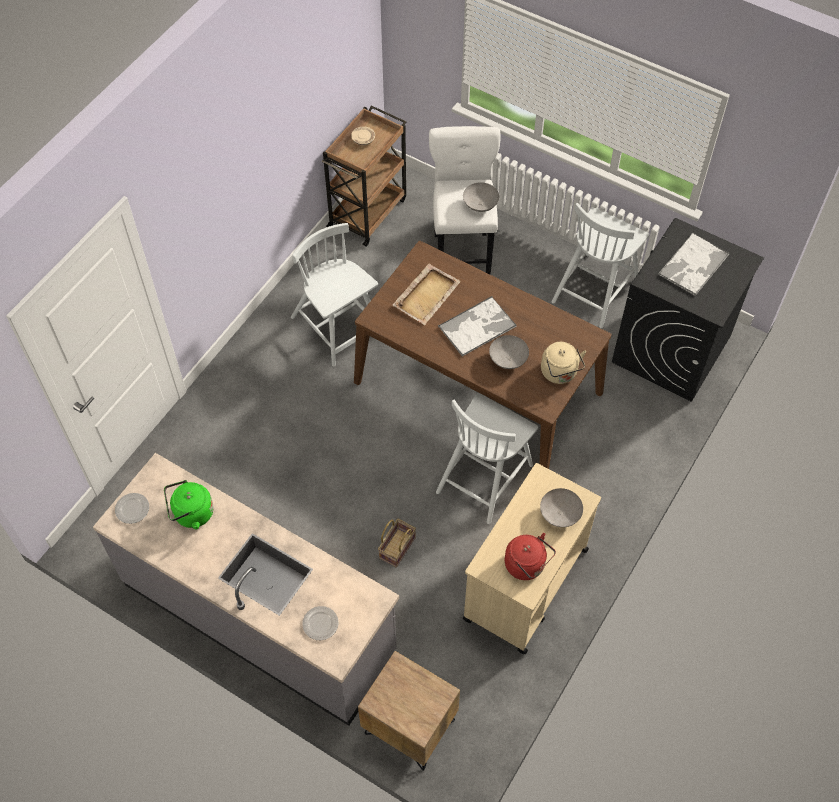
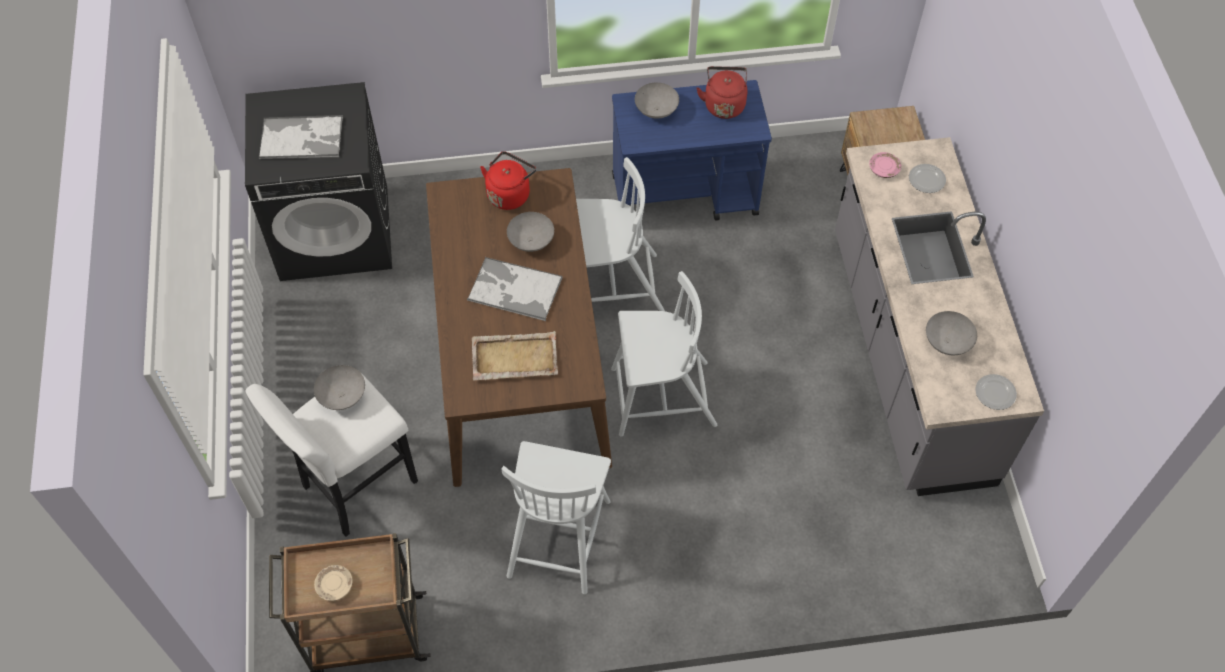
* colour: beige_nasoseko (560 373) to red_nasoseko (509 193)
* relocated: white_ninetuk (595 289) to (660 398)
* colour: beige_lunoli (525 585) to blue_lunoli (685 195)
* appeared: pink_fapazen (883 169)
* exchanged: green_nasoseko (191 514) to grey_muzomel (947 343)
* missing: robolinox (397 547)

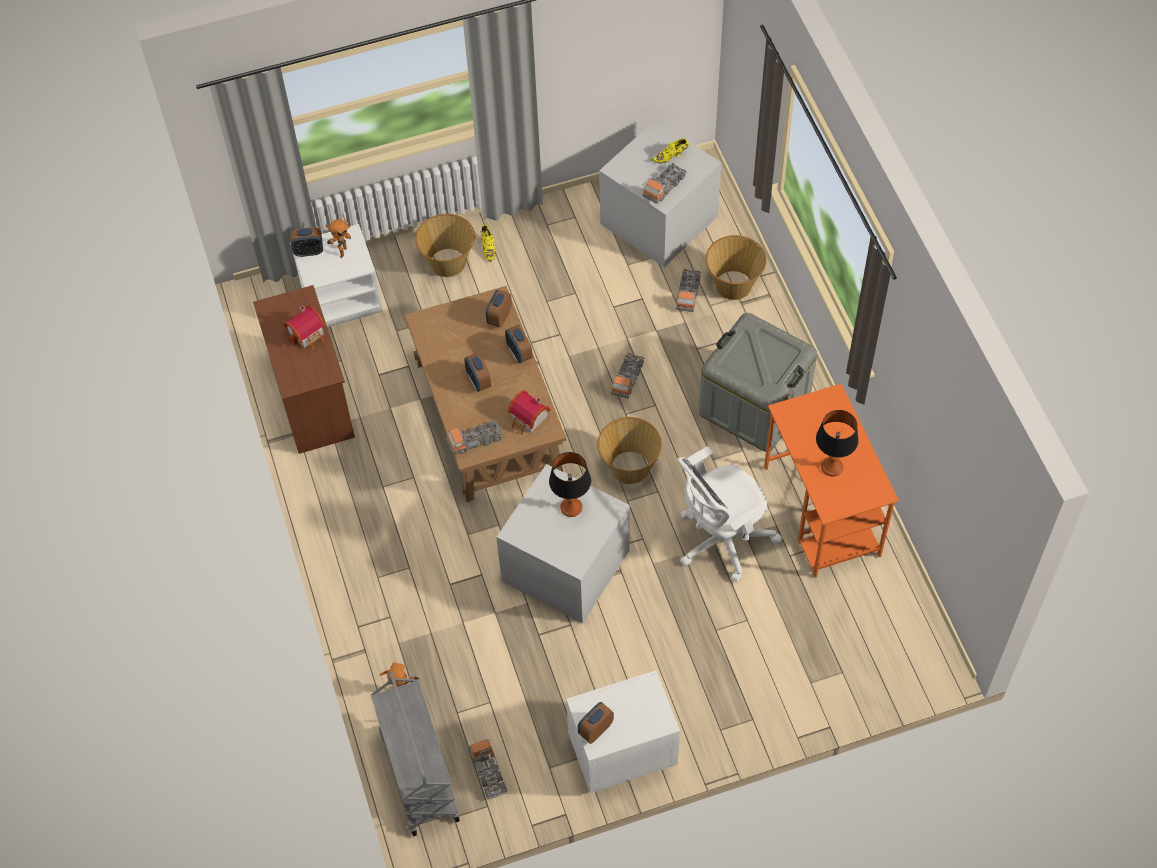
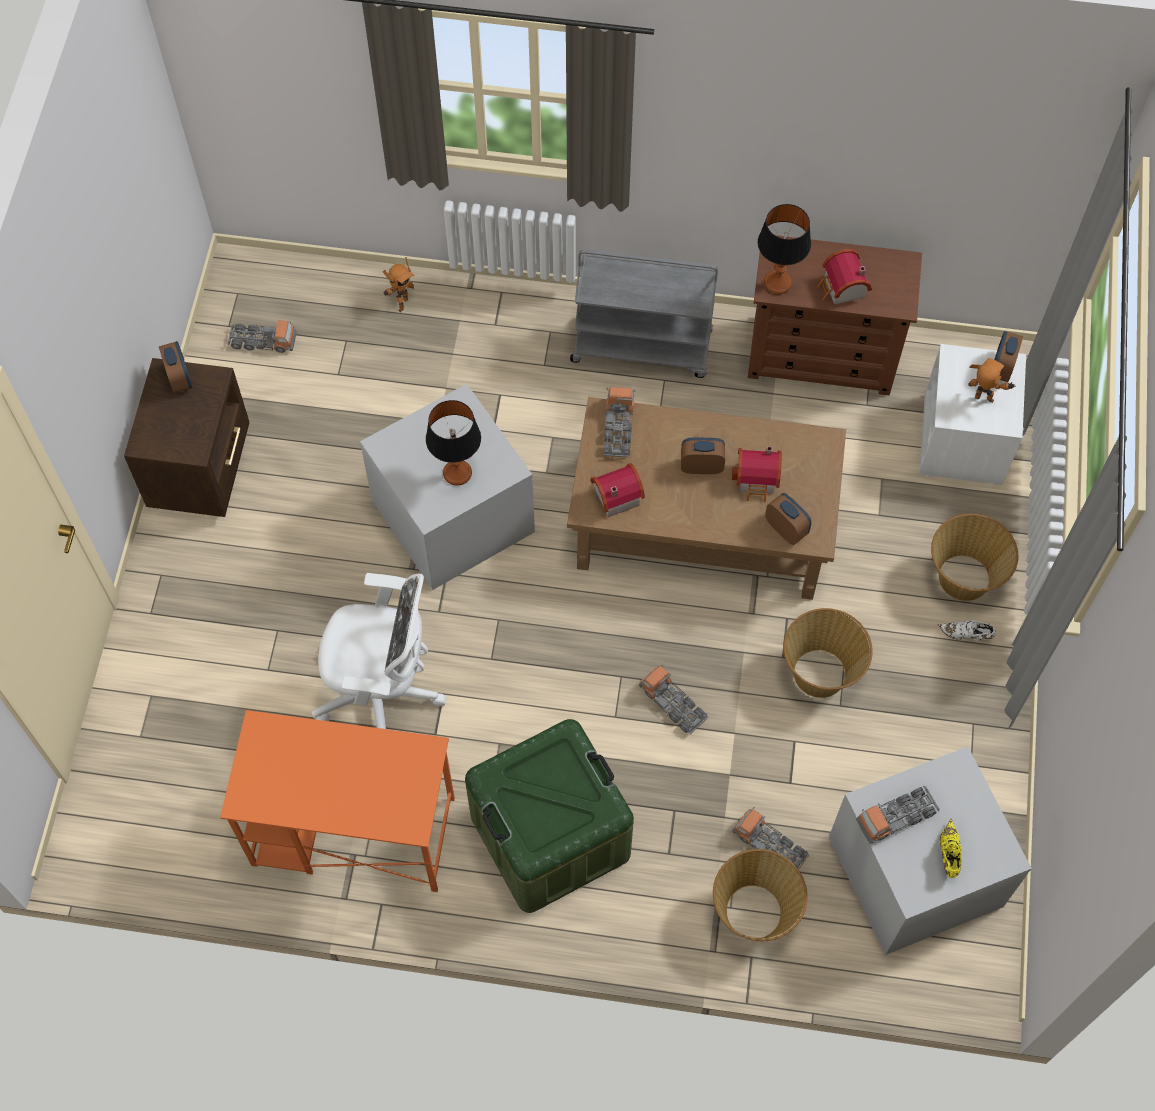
* colour: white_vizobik (620 751) to brown_vizobik (203 468)
* spun: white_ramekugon (721 541) = (383 694) 105 degrees clockwise
* colour: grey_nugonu (754 404) to green_nugonu (550 835)
* relocated: grey_lunoli (418 774) to (643 346)
* appeared: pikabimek (758 480)
* relocated: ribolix (831 467) to (777 282)
* relocated: robolinox (629 467) to (820 673)
* spun: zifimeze (664 186) = (896 817) 90 degrees counterclockwise
* colour: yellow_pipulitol (488 247) to white_pipulitol (966 635)
* spun: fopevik (341 252) = (983 401) 150 degrees clockwise
* missing: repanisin (519 353)

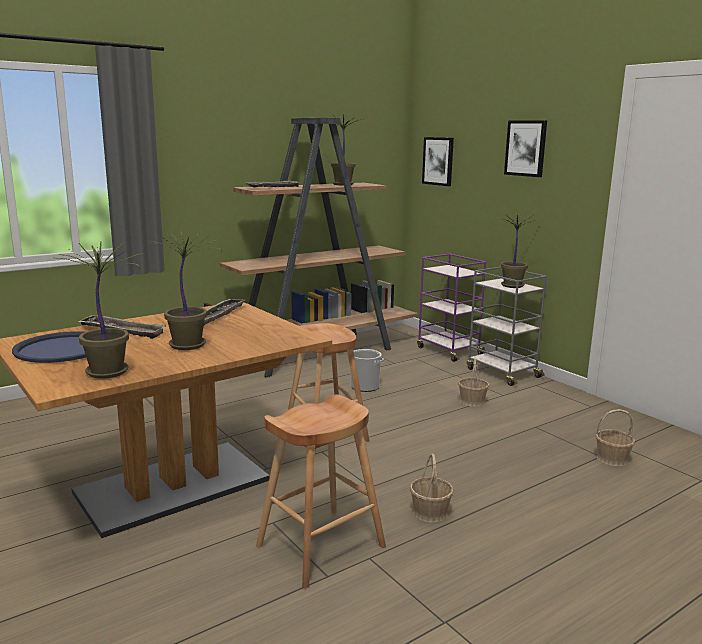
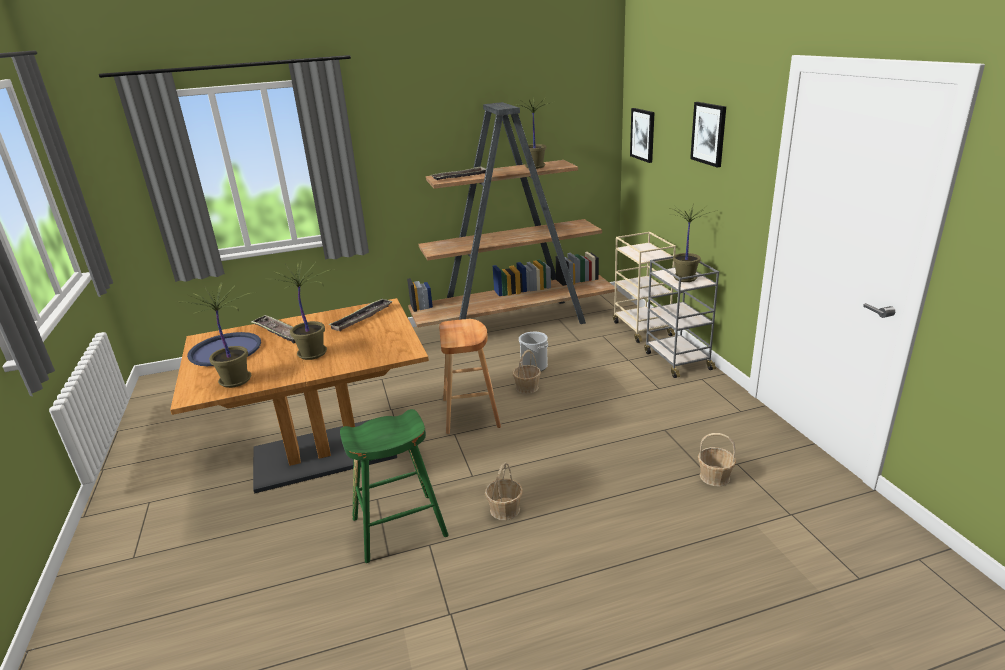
* colour: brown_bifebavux (321 546) to green_bifebavux (400 527)
* relocated: robolinox (472 401) to (527 387)
* colour: purple_lunoli (448 350) to beige_lunoli (641 328)

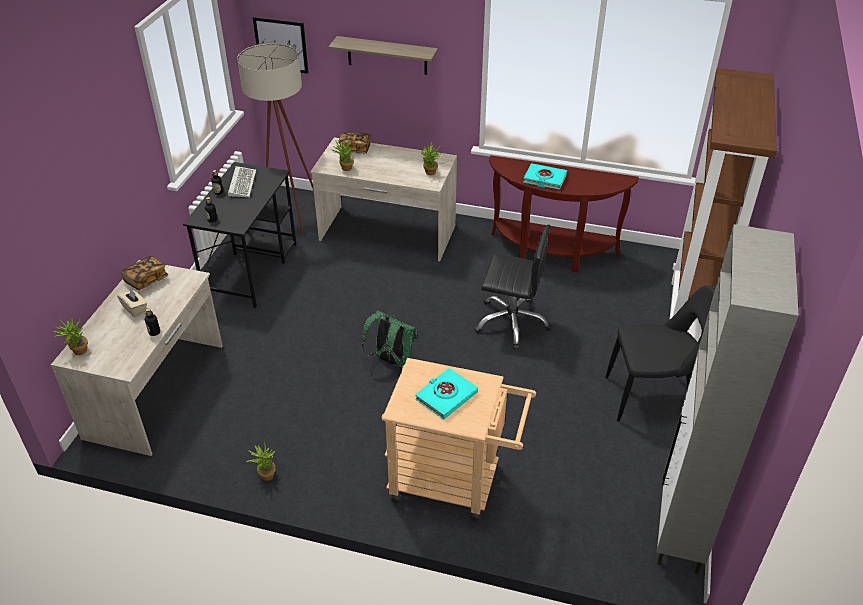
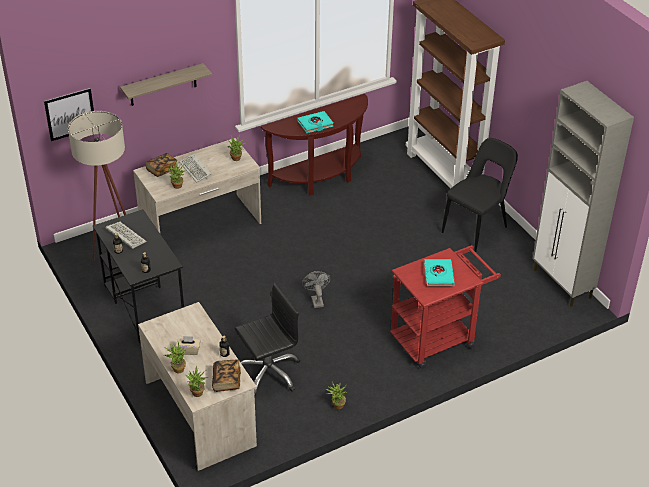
* appeared: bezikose (176 368)
* appeared: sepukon (196 170)
* relocated: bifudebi (146 280) to (226 381)
* relocated: black_ramekugon (511 322) to (268 373)
* exchanged: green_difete (391 360) to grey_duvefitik (316 300)
* colour: beige_lunoli (455 483) to red_lunoli (438 337)

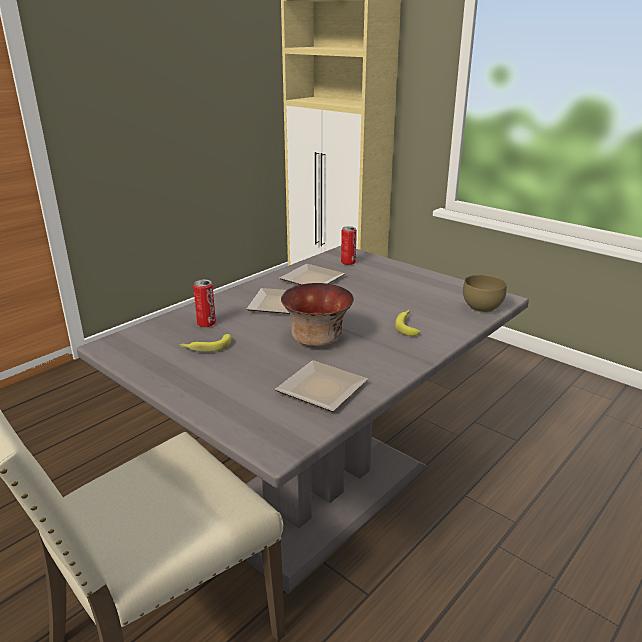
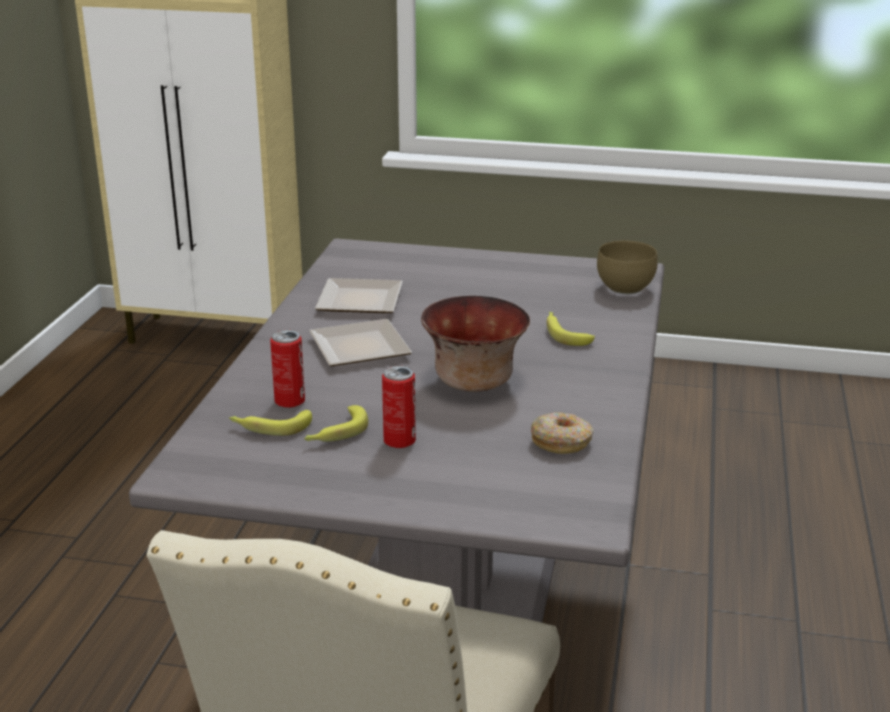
* appeared: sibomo (270 427)
* relocated: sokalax (348 262) to (399 441)
* exchanged: fapazen (322 391) to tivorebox (561 442)

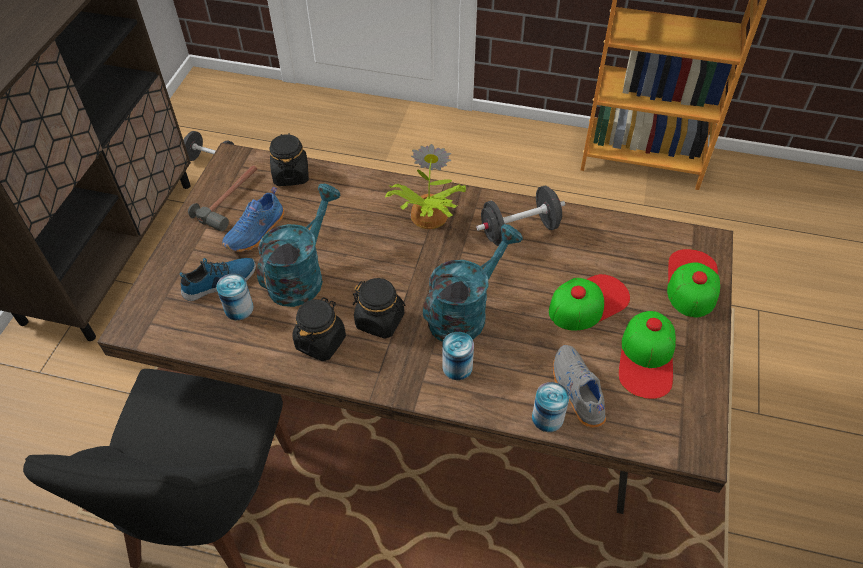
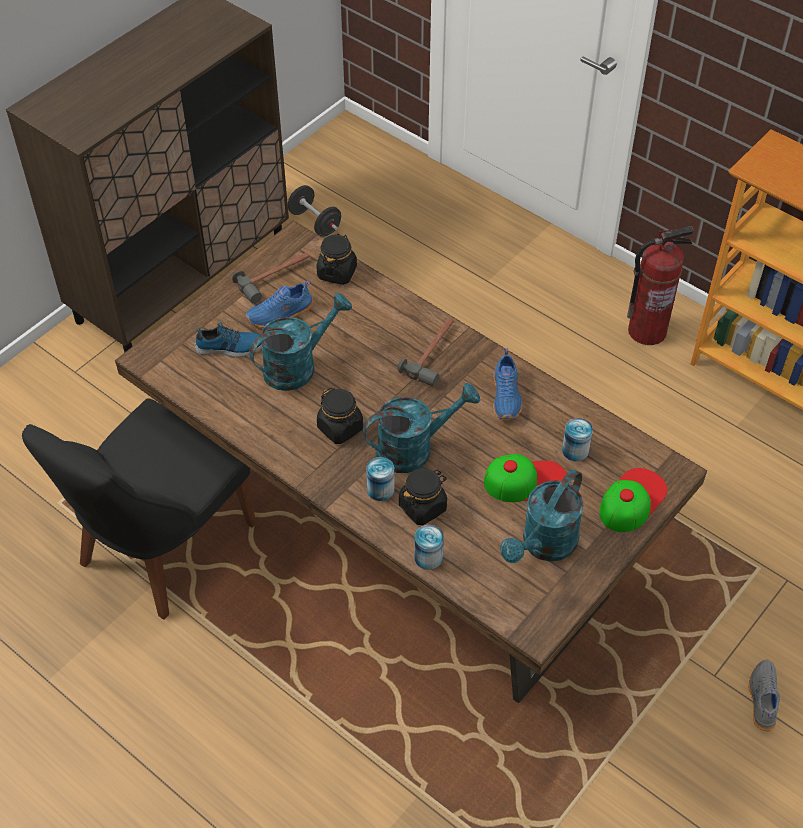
* exchanged: bezikose (427 216) to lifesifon (433 353)
* relocated: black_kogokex (320 342) to (423 507)
* exchanged: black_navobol (519 230) to blue_pipulitol (507 396)
* exchanged: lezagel (647 358) to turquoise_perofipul (544 546)
* relocated: sokalax (239 308) to (575 450)
* appeared: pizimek (647 331)
* relocated: grey_pipulitol (576 391) to (762 698)

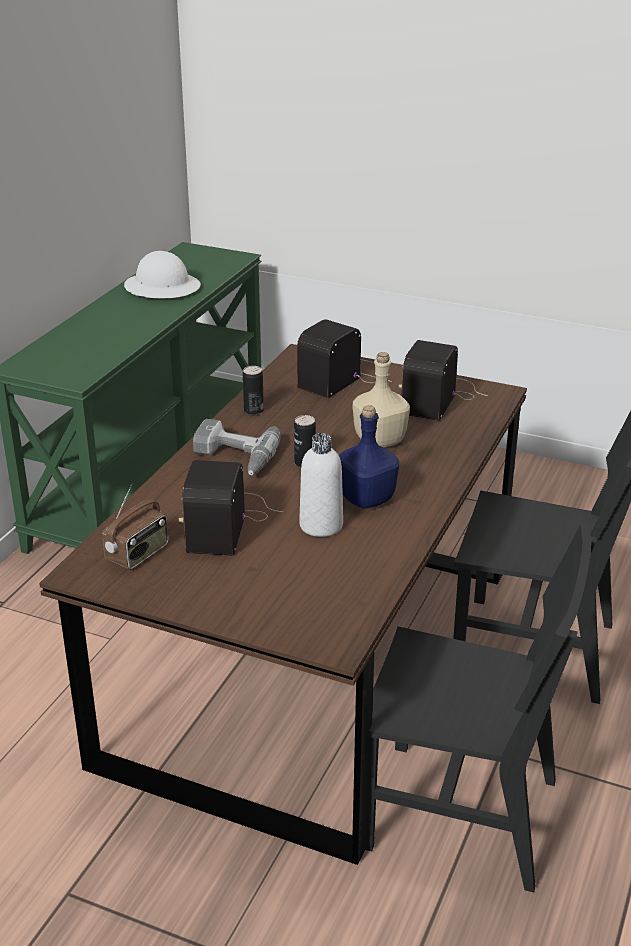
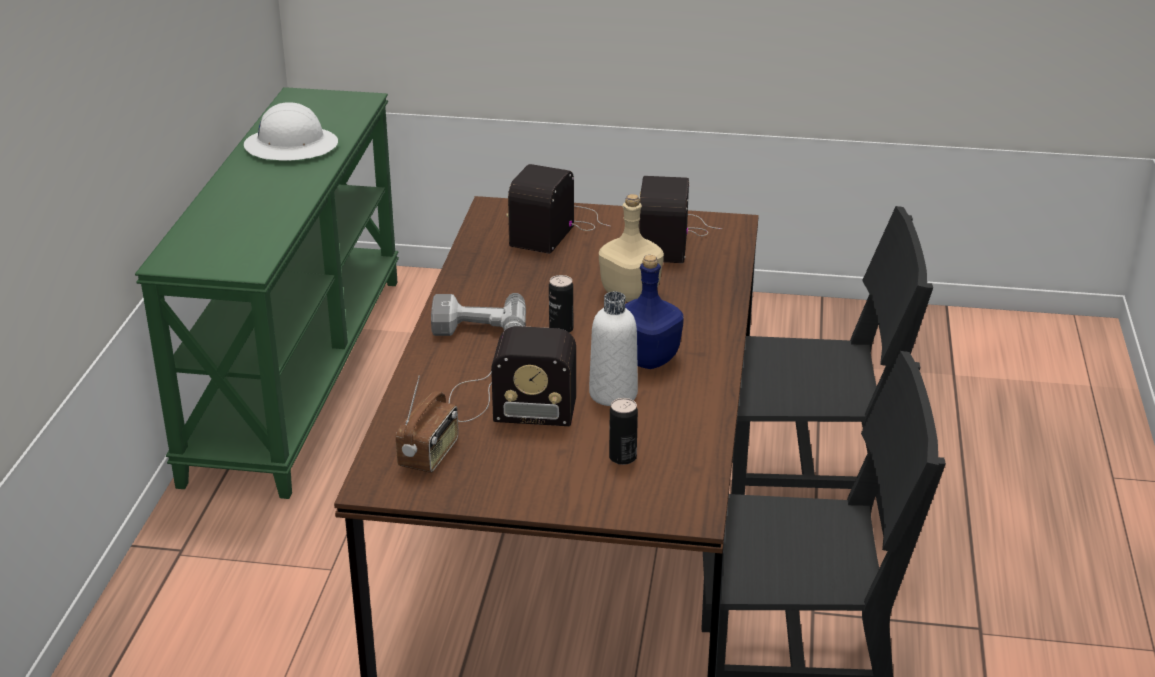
* spun: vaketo (226 520) = (507 404) 75 degrees counterclockwise
* relocated: sokalax (253 410) to (622 457)

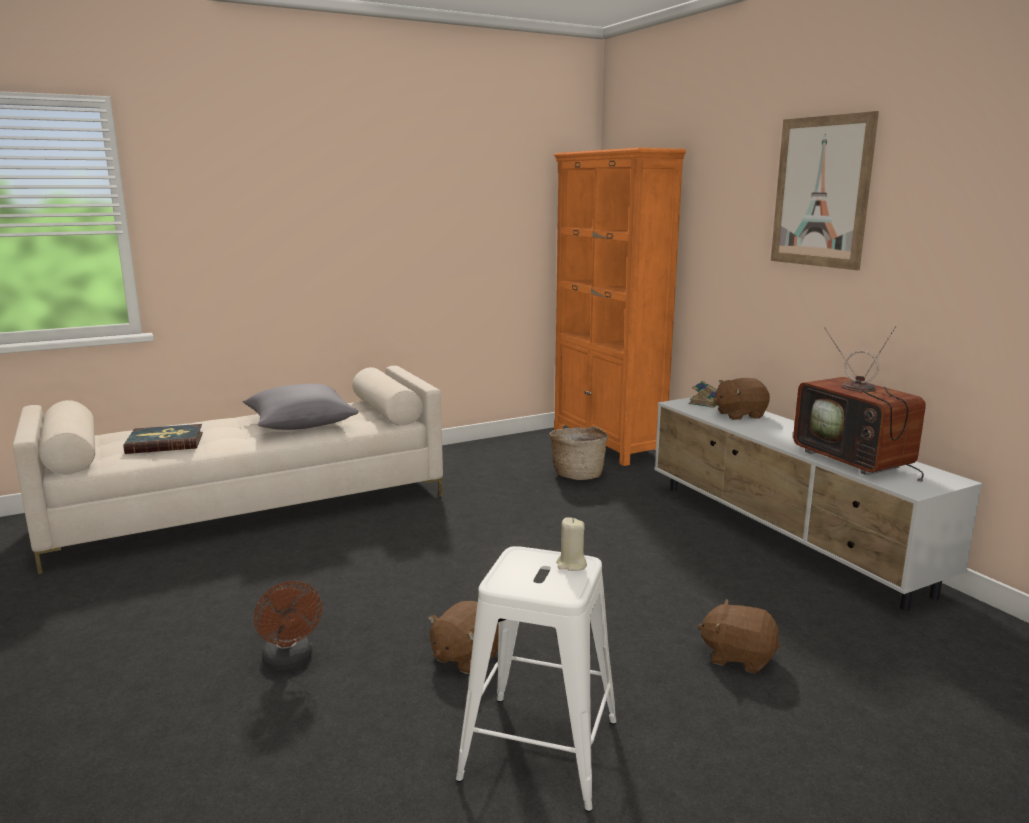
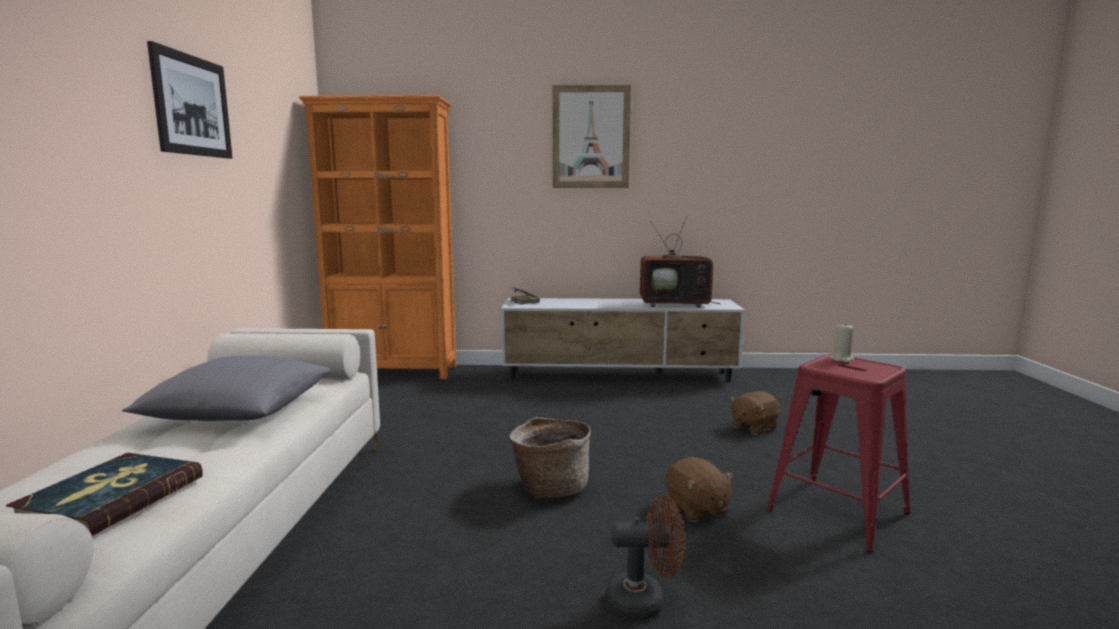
* appeared: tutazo (192 105)
* relocated: robolinox (578 474) to (550 487)
* colour: white_bifebavux (539 749) to red_bifebavux (836 512)
* missing: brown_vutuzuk (739 415)

